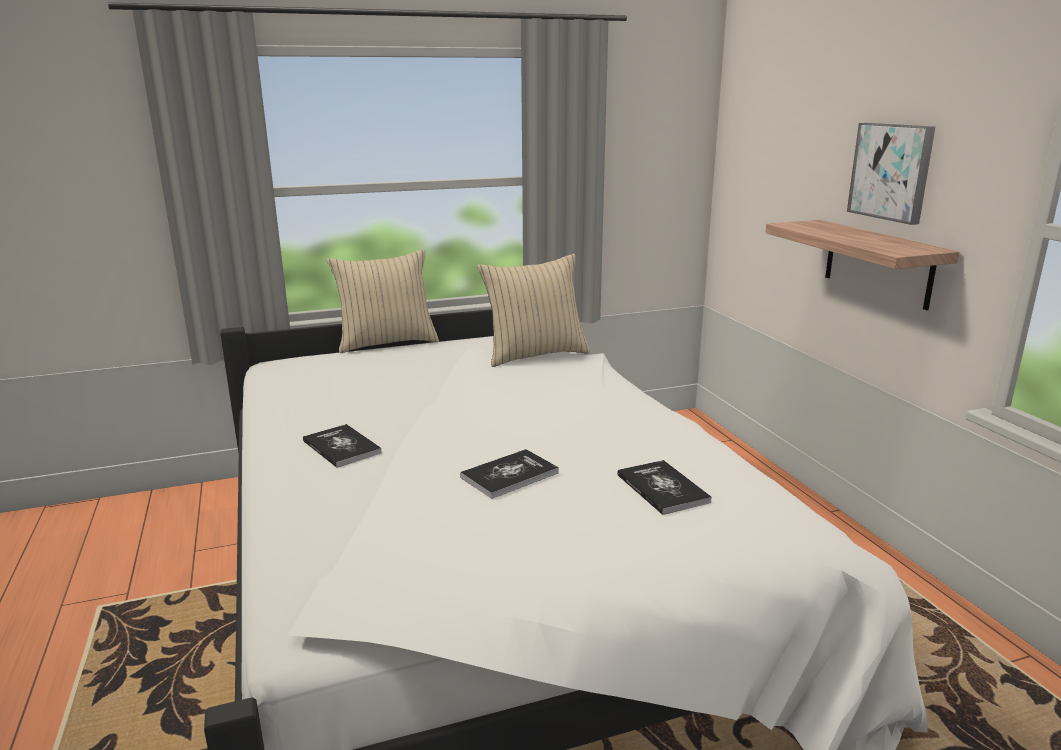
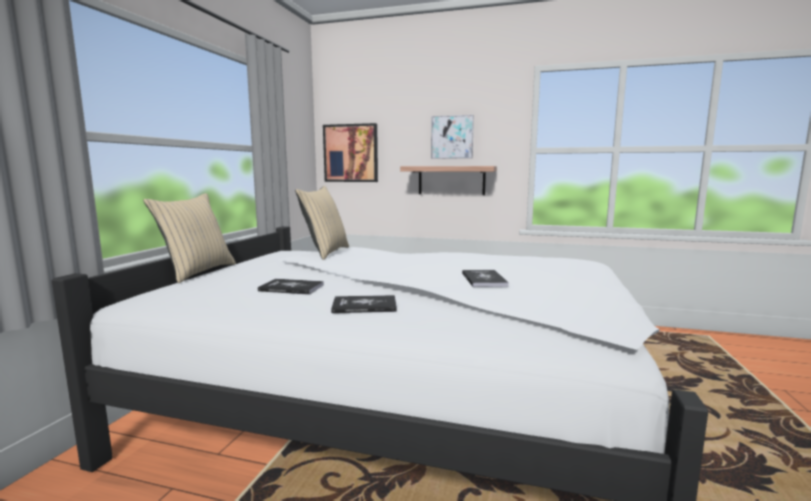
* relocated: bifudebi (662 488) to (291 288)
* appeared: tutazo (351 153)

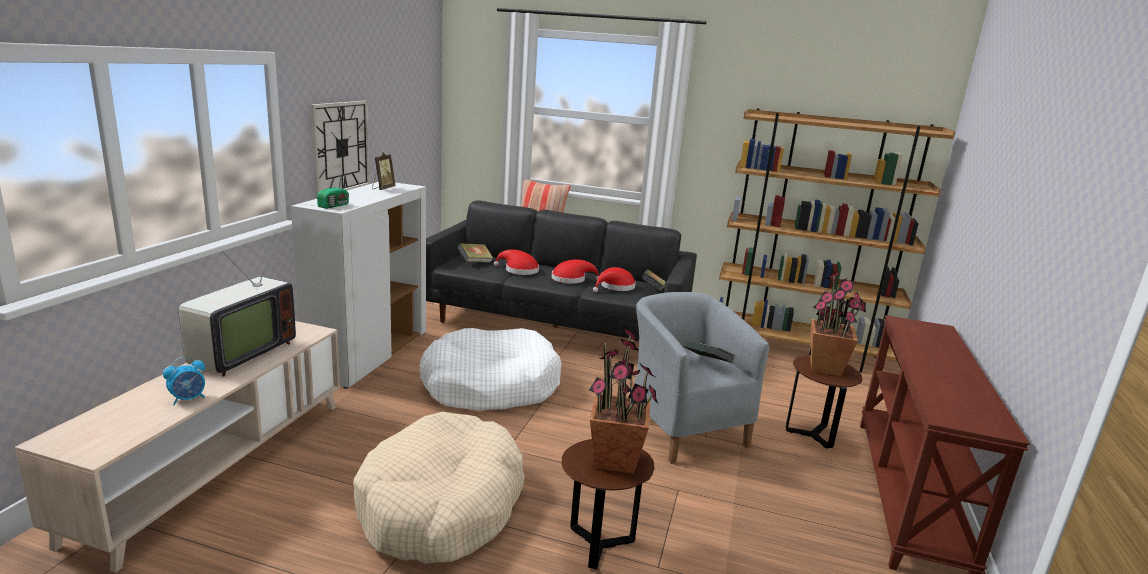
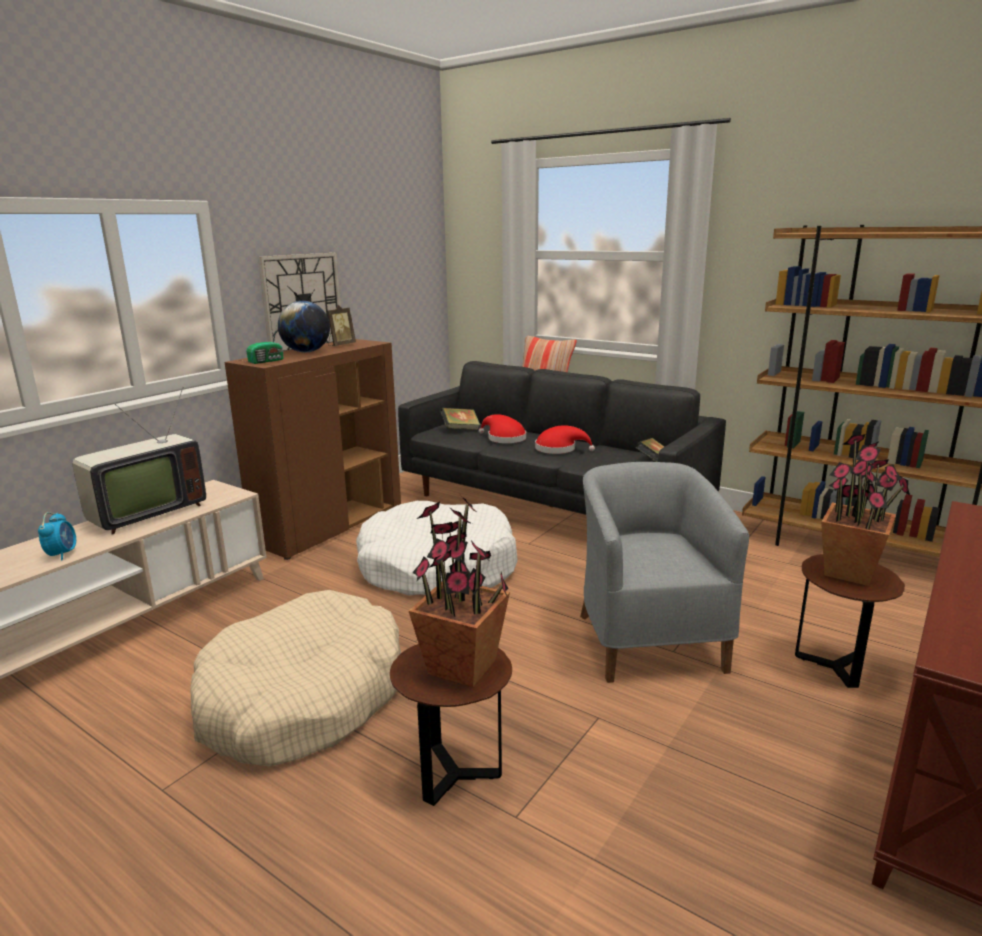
* spun: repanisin (188 399) = (62 554) 75 degrees counterclockwise
* colour: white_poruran (369 355) to brown_poruran (330 526)
* appeared: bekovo (306 352)
* missing: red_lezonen (615 287)
* missing: bifudebi (706 364)

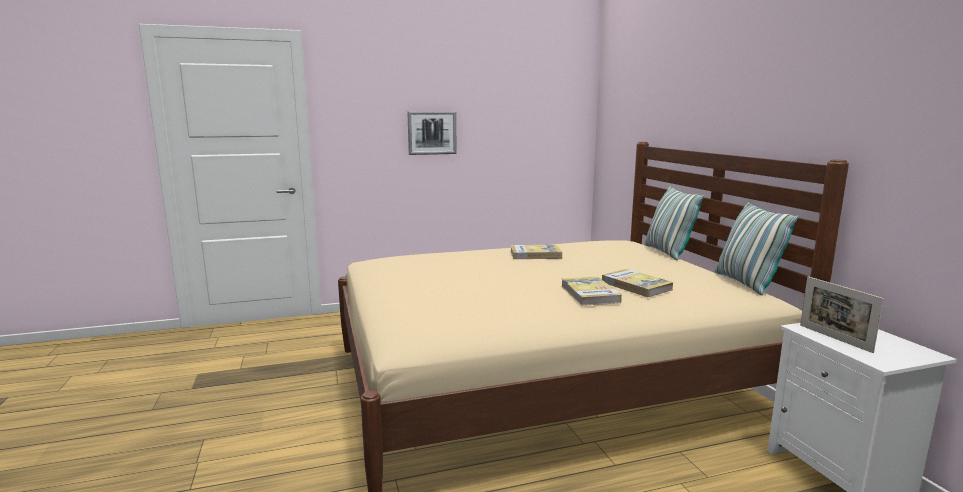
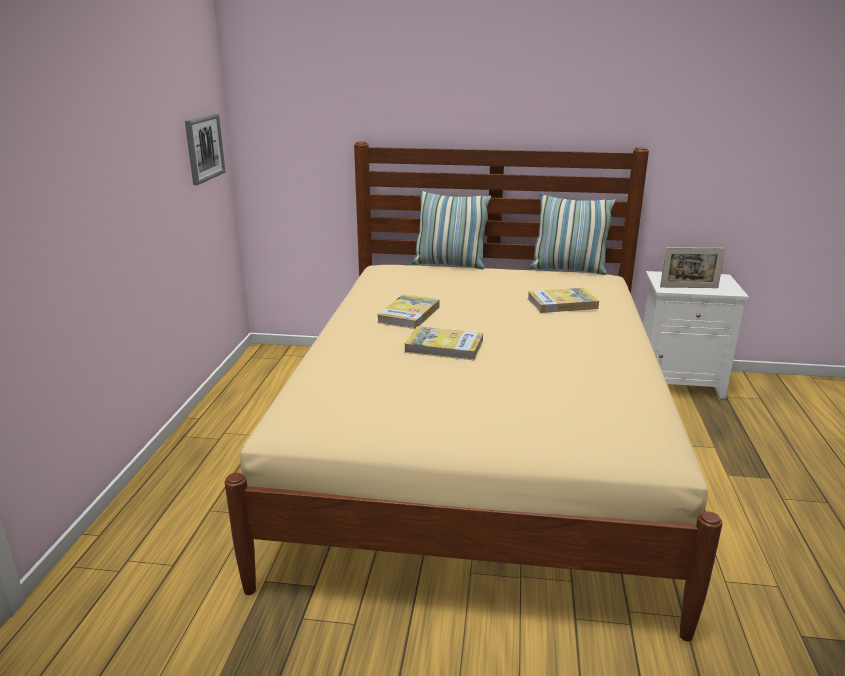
* relocated: tutazo (432 133) to (204 148)
* relocated: bifudebi (589 294) to (444 347)

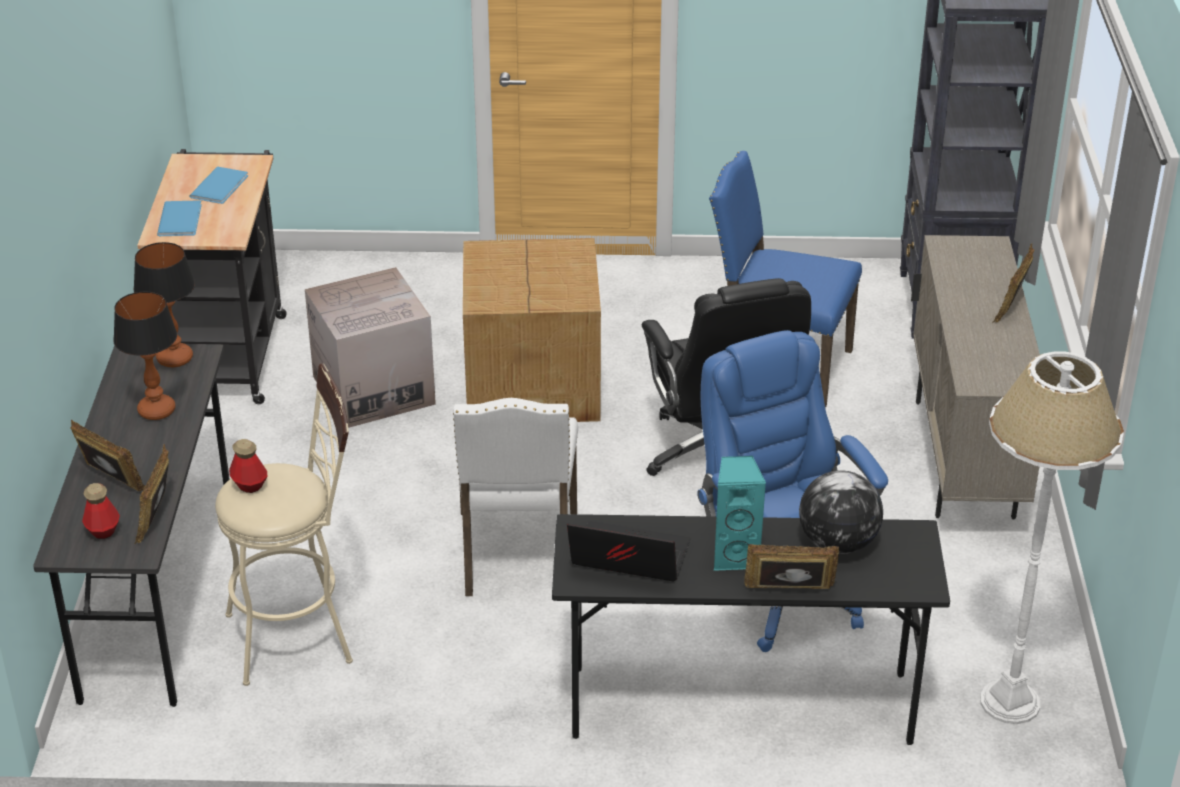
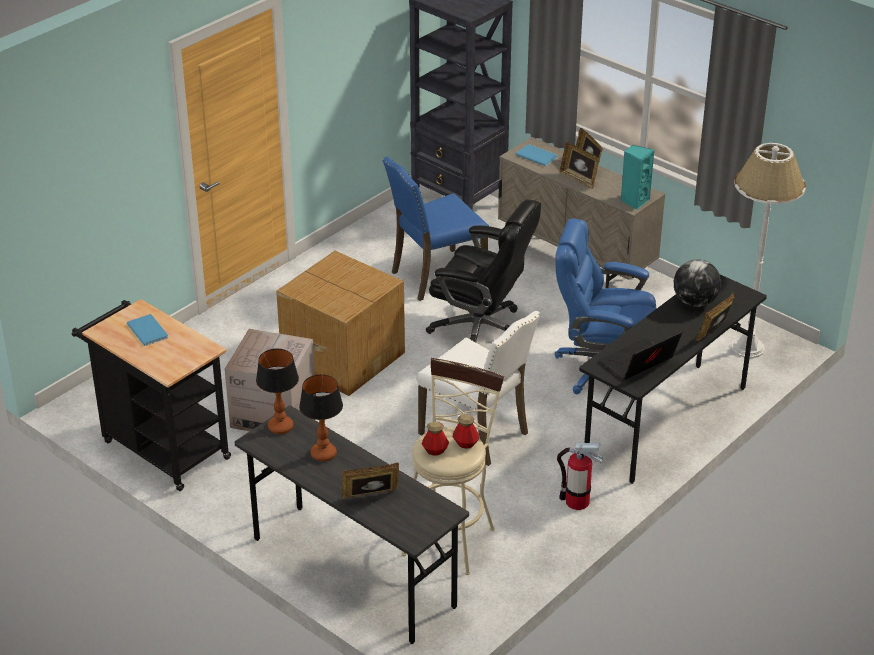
* relocated: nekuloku (103 530) to (465 443)
* relocated: blue_bifudebi (181 219) to (536 155)
* appeared: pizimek (577 502)
* relocated: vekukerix (156 518) to (579 179)
* relocated: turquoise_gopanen (735 556) to (634 201)

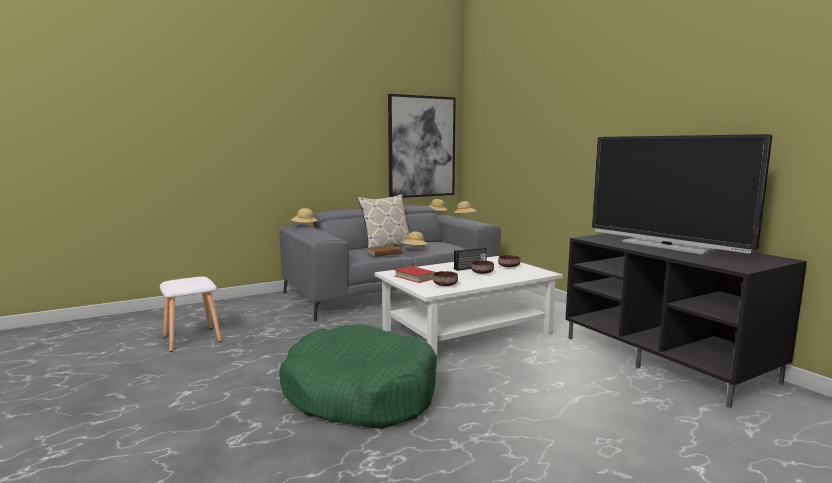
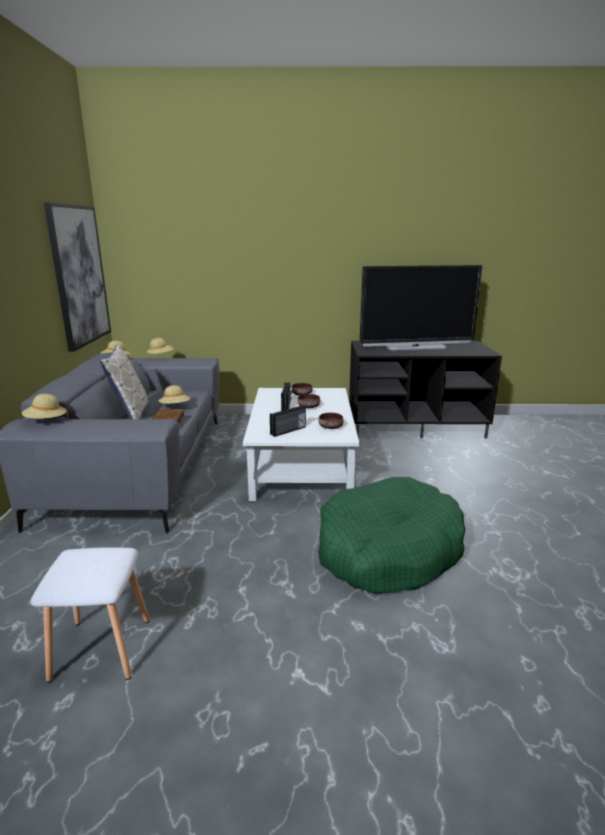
* exchanged: red_bifudebi (415 277) to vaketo (288 431)

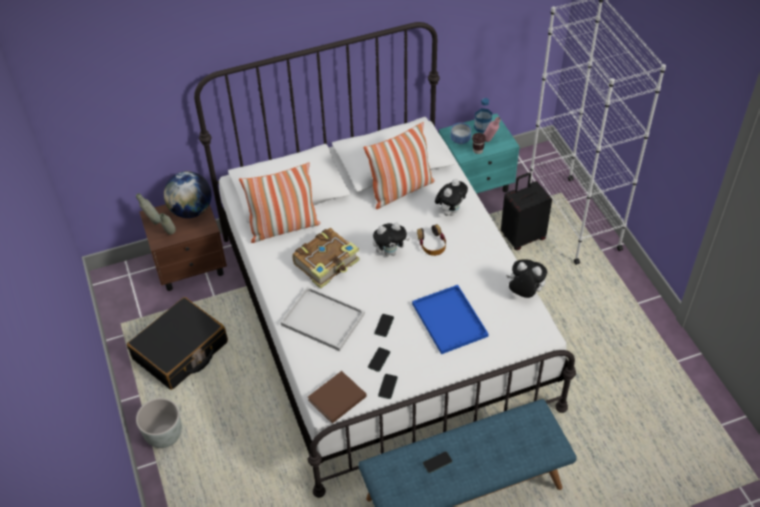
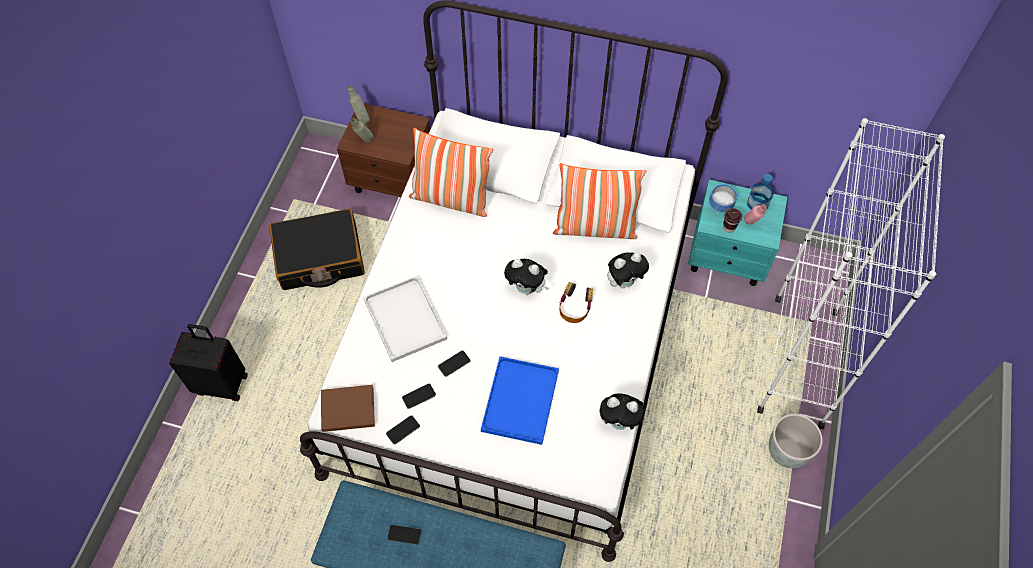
* relocated: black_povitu (522 237) to (222 383)
* spun: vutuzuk (524 293) = (620 422) 135 degrees clockwise
* relocated: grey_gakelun (164 435) to (787 451)
* missing: bekovo (191 210)
* missing: bifudebi (327 263)

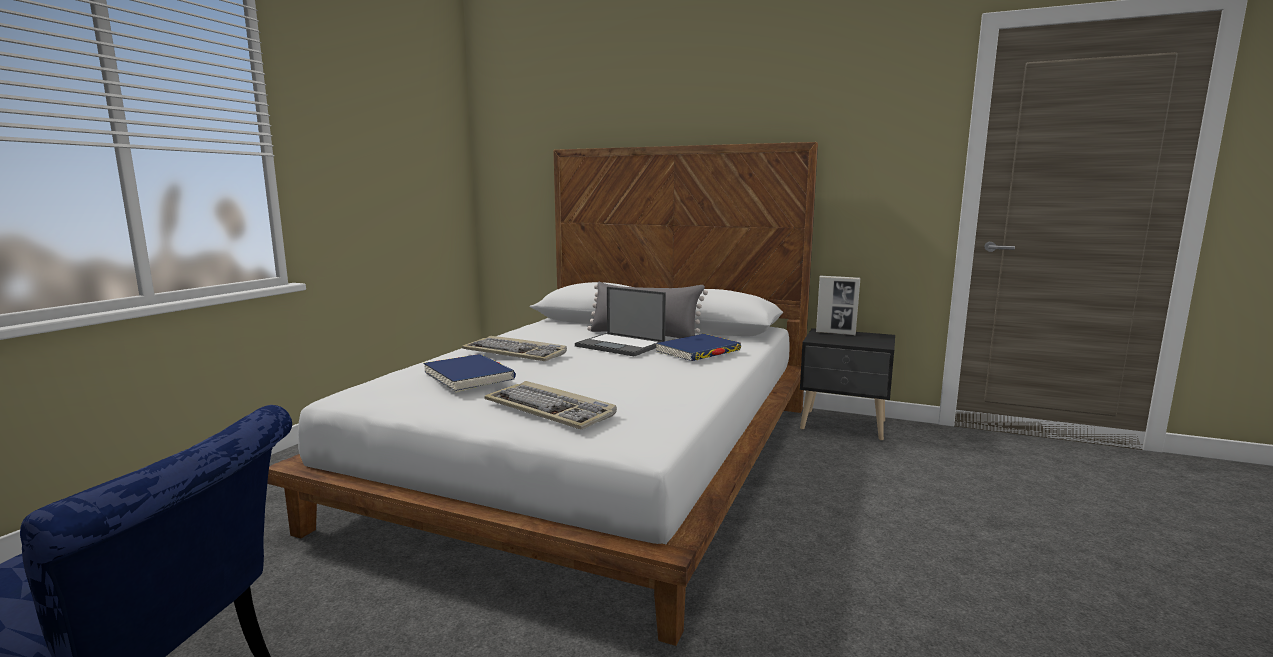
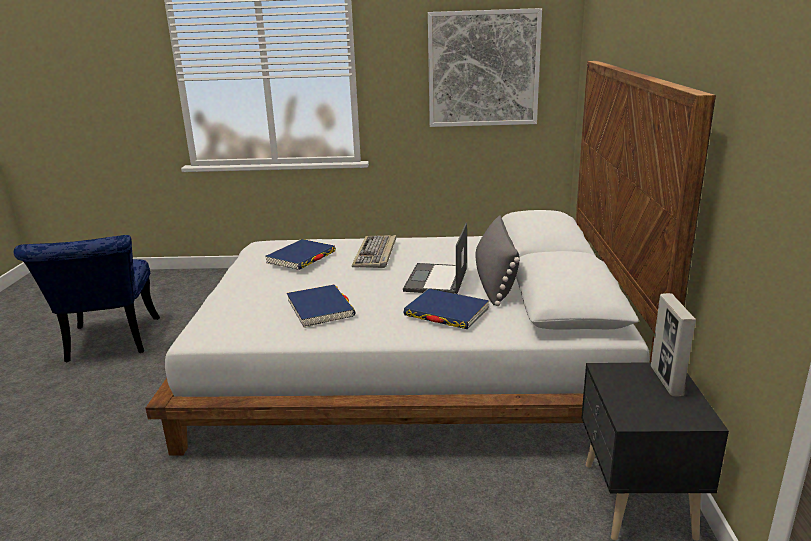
* appeared: blue_bifudebi (320 309)
* appeared: tutazo (483 69)
* missing: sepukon (551 409)

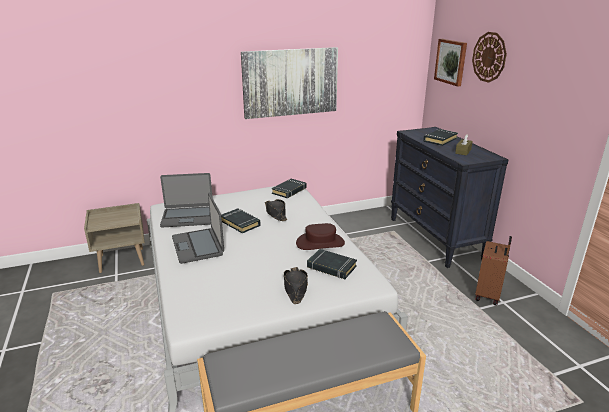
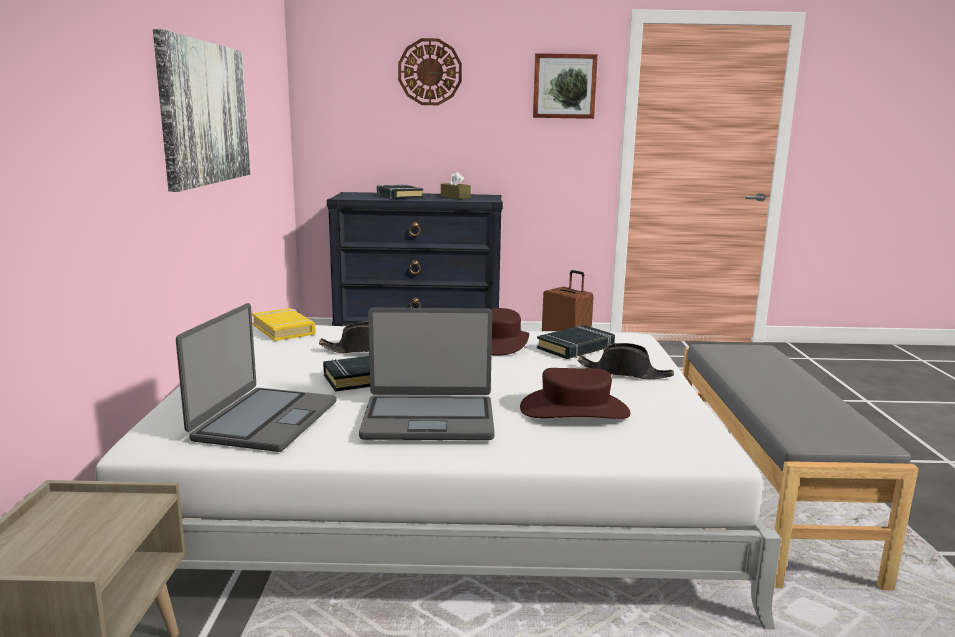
* colour: black_bifudebi (289 191) to yellow_bifudebi (284 329)
* appeared: brown_lezonen (574 410)
* relocated: tutazo (451 62) to (564 86)

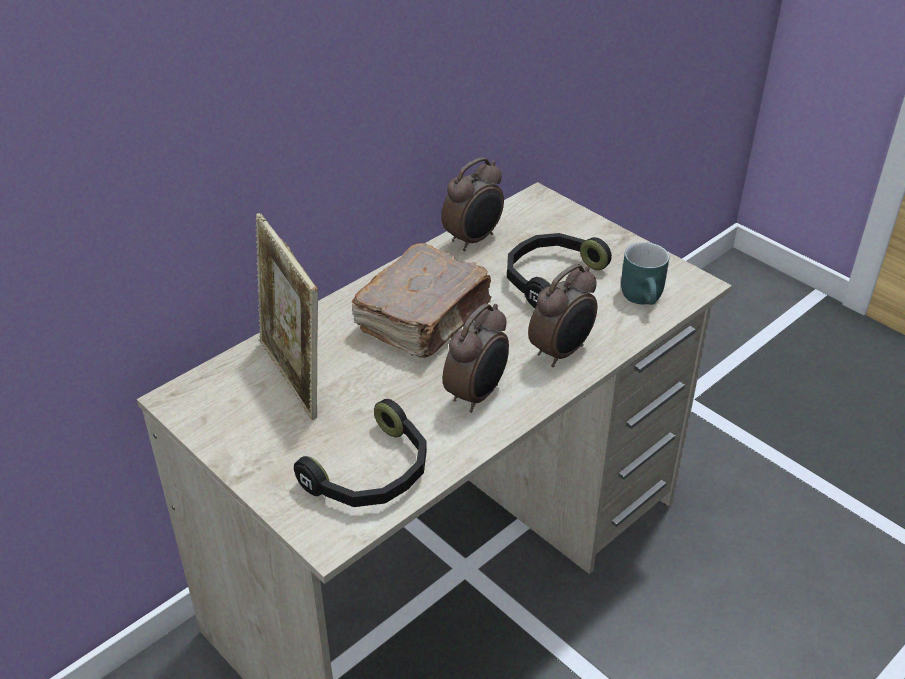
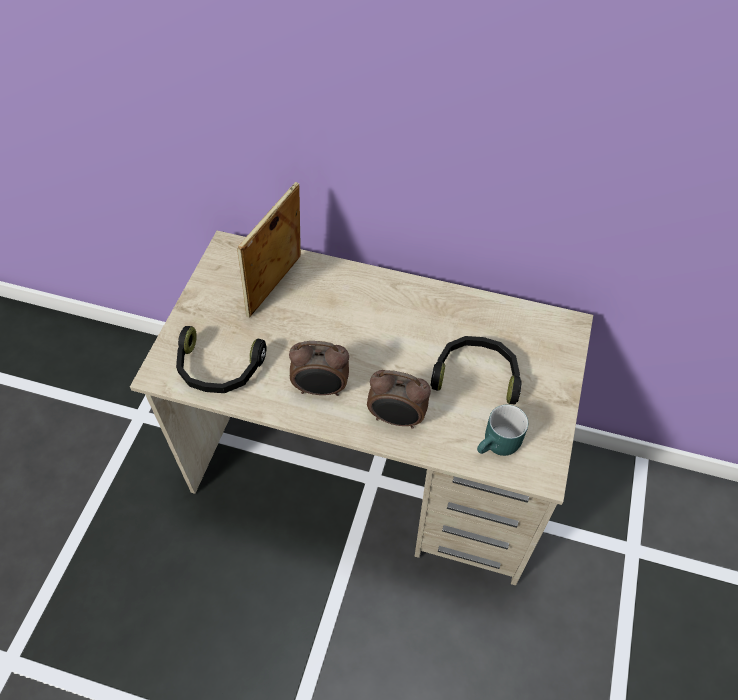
* missing: brown_bifudebi (425 318)
* missing: repanisin (474 240)

